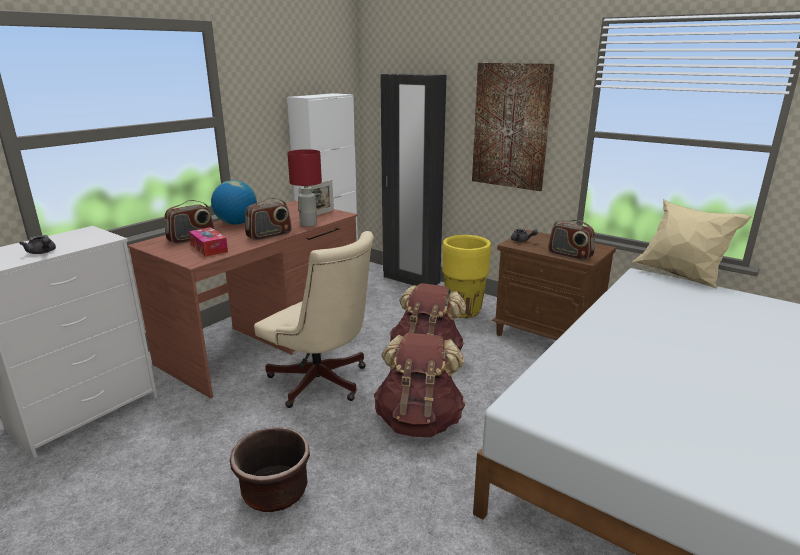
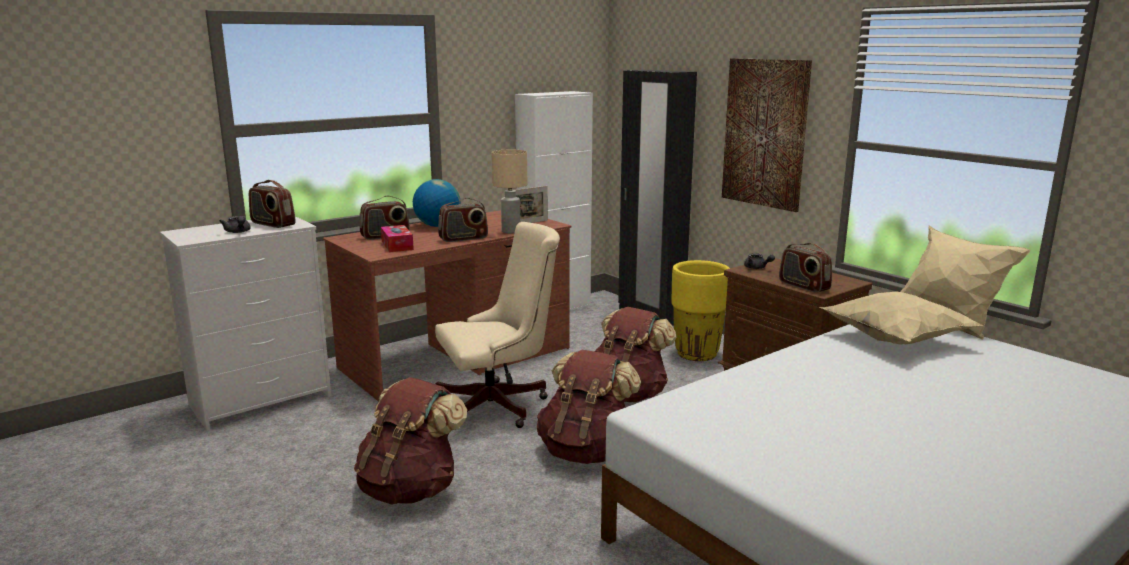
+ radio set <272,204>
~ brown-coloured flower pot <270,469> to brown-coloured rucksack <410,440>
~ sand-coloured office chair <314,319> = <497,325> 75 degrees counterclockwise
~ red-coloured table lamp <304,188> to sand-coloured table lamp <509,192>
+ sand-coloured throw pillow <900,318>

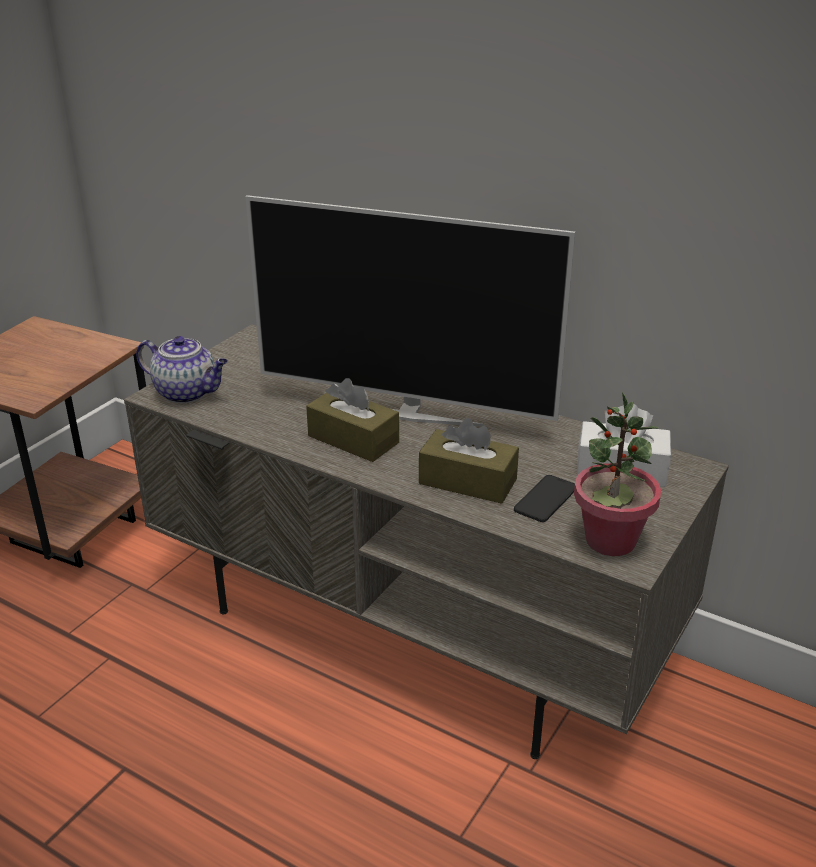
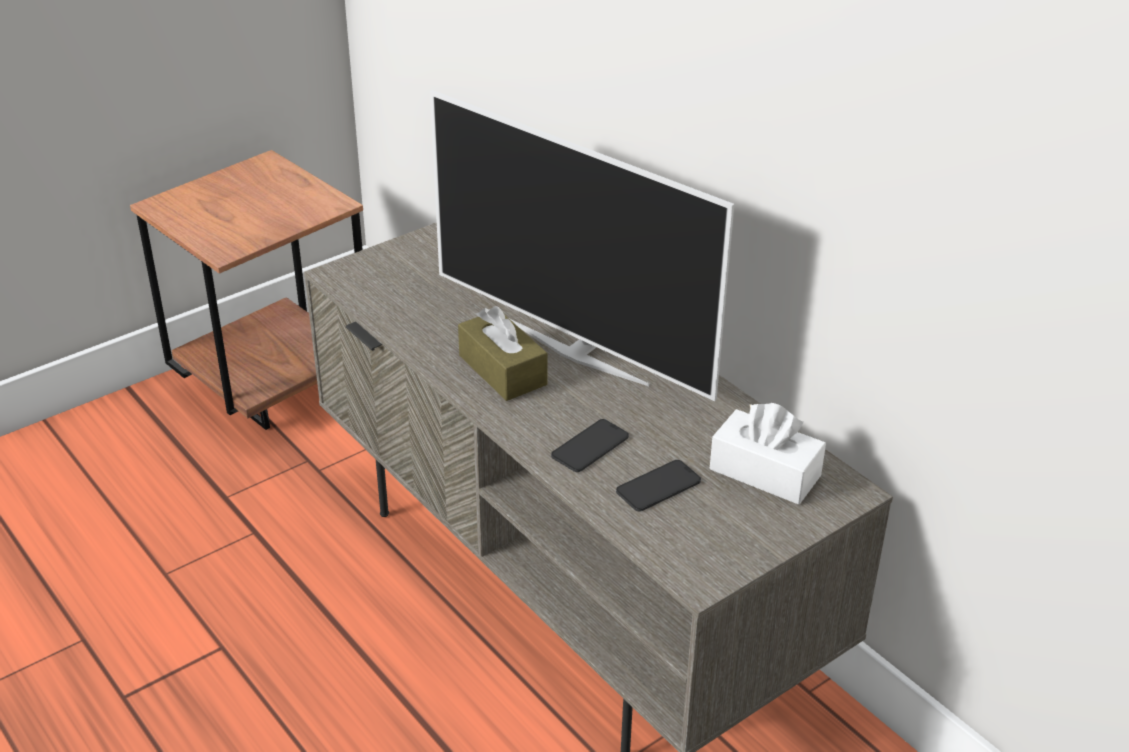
~ brown-coloured tissue box <469,461> to handset <590,445>
- pot for tea <182,369>
- houseplant <617,474>

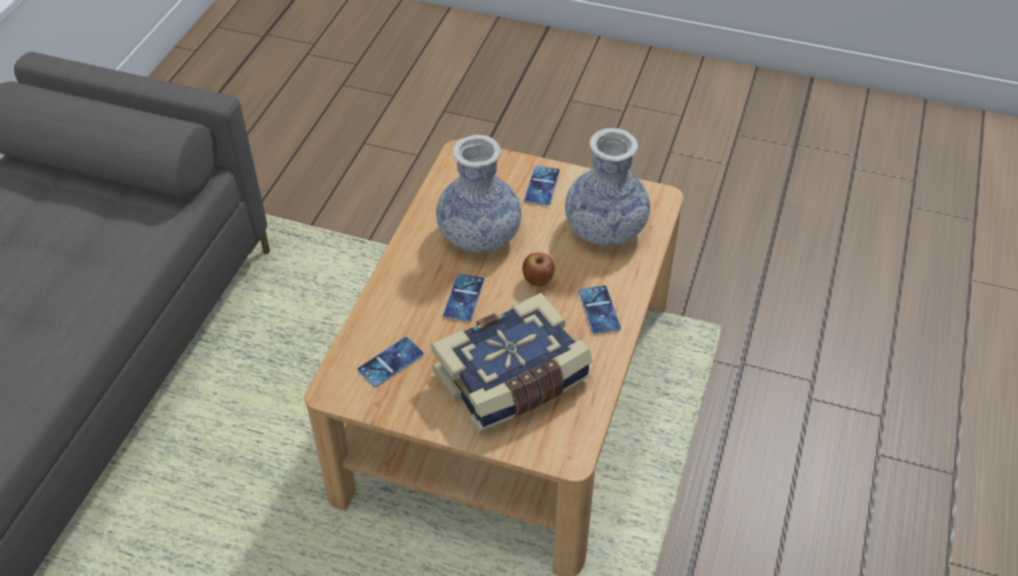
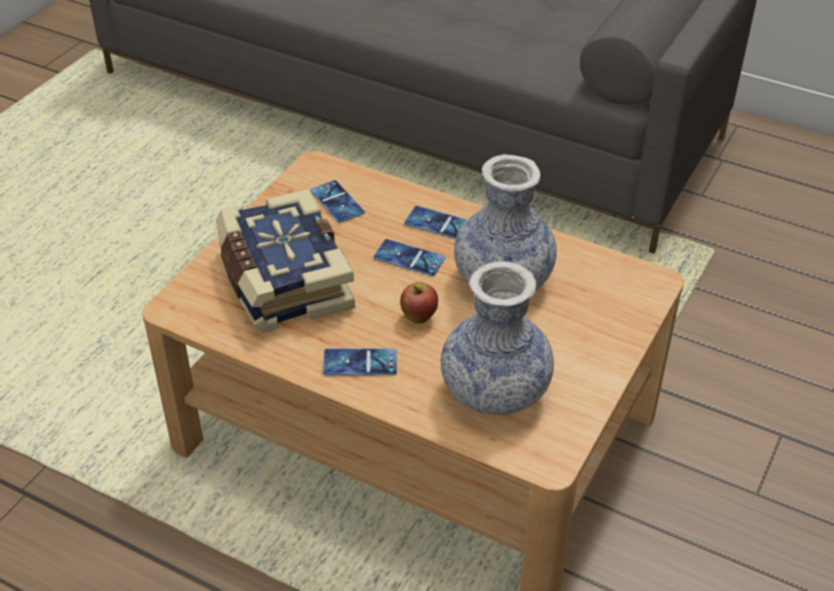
~ handset <542,185> to <435,222>

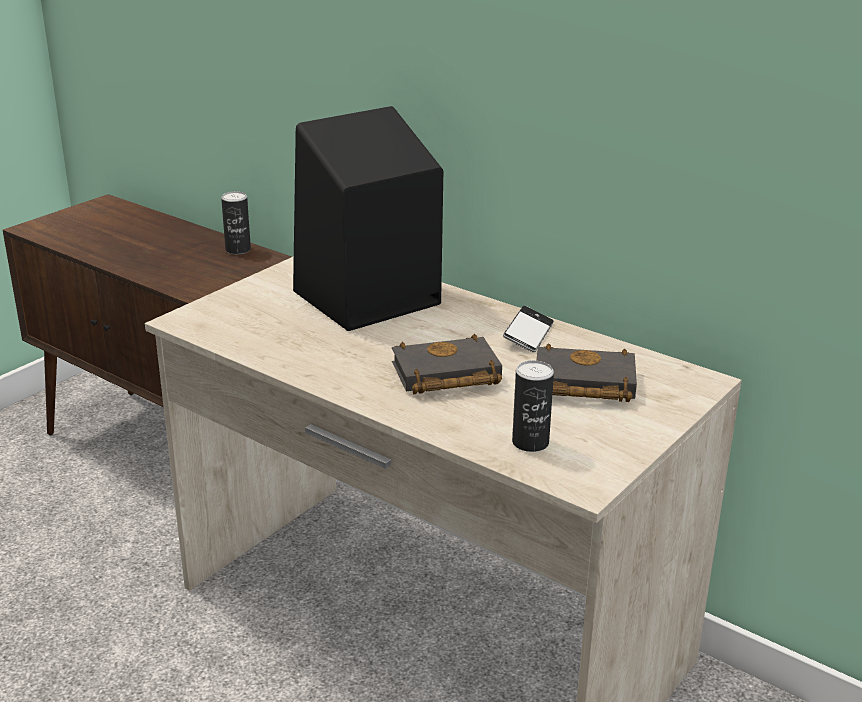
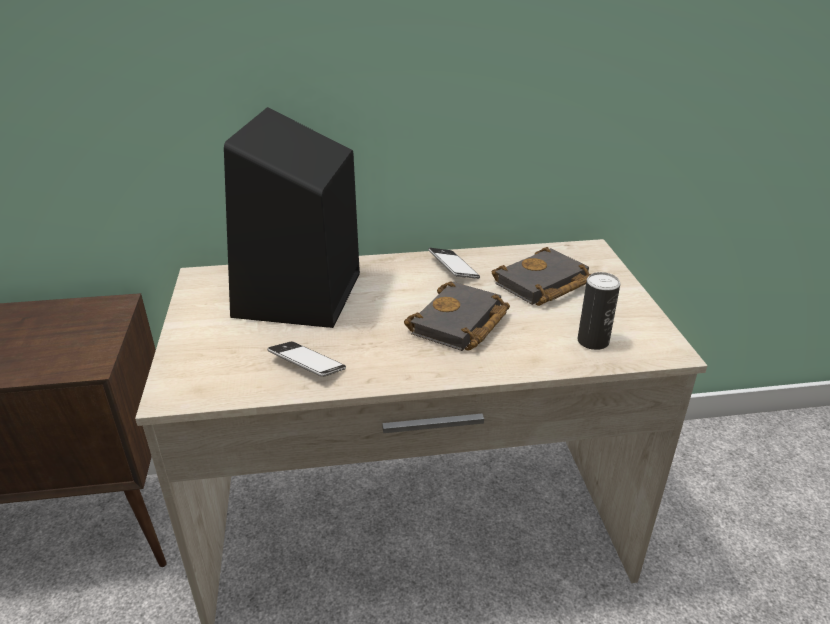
+ handset <307,359>
- can <236,222>

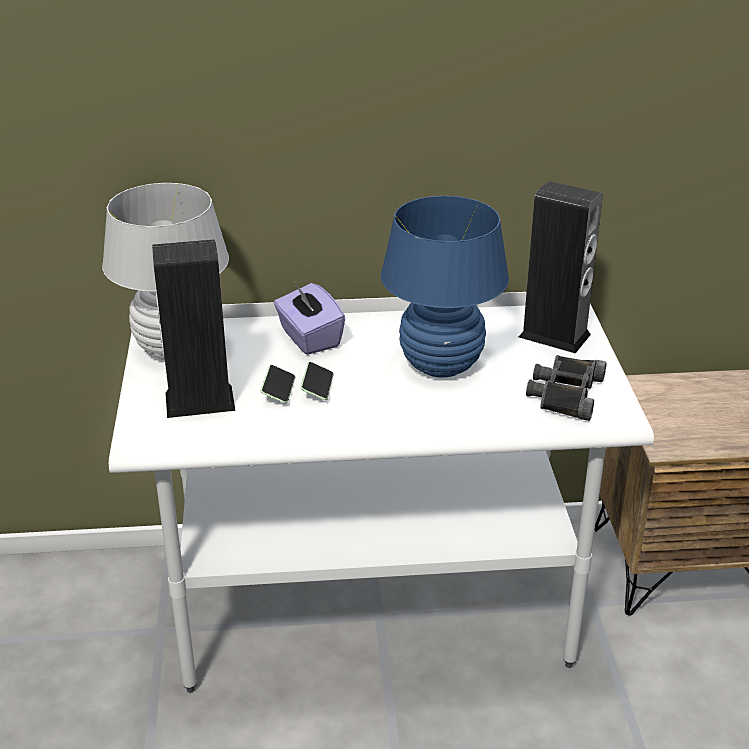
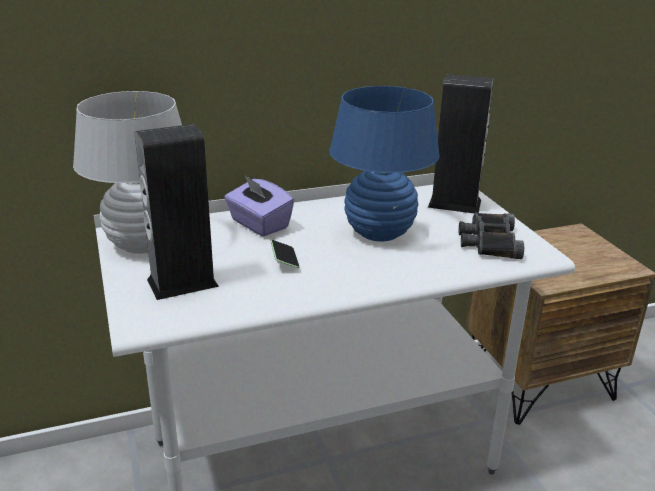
- handset <278,384>

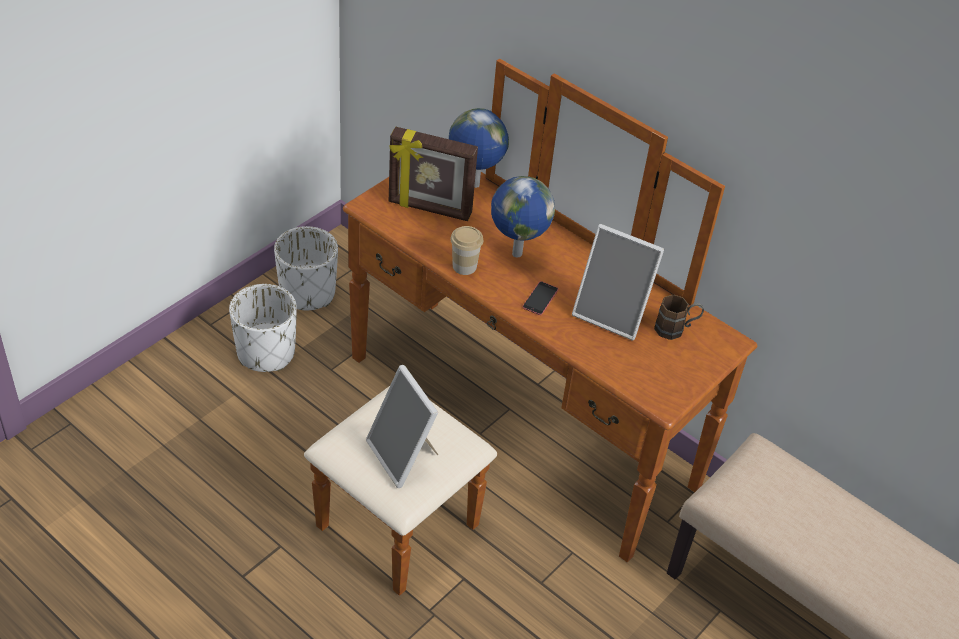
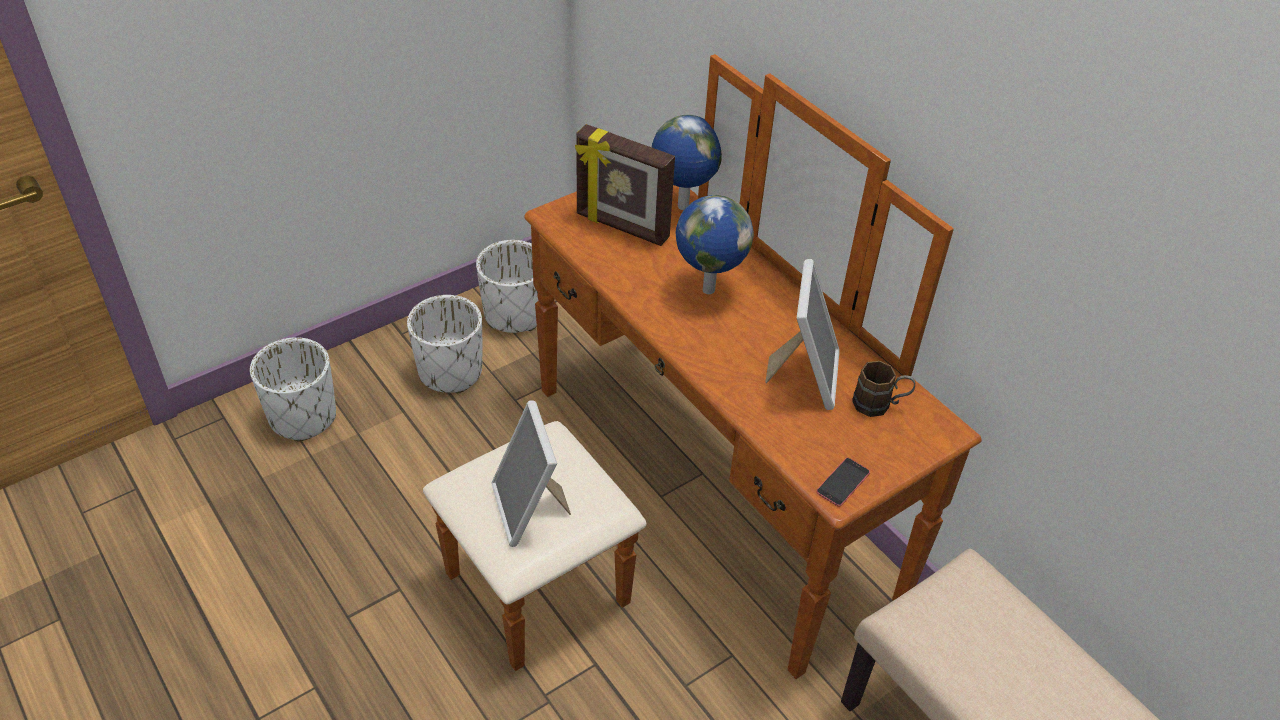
+ white-coloured flower pot <293,389>
~ photo frame <618,282> = <802,334> 120 degrees counterclockwise
~ handset <540,298> to <843,482>
- drinking cup <466,250>

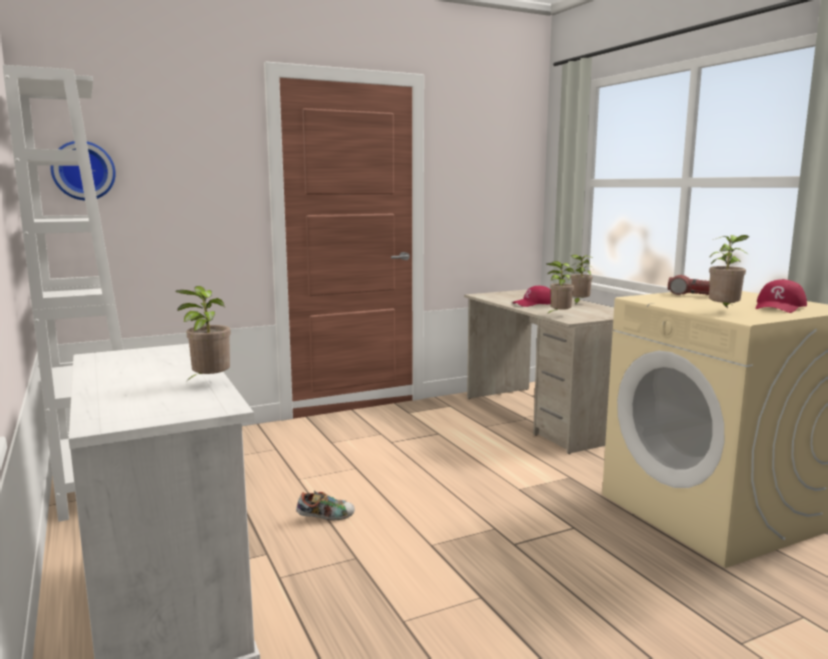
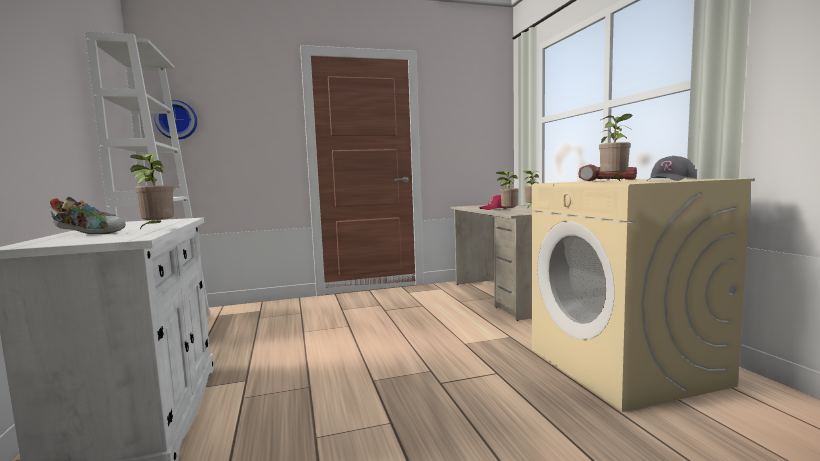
~ item of footwear <325,505> to <88,215>
~ red-coloured peaked cap <781,296> to greyish peaked cap <672,168>

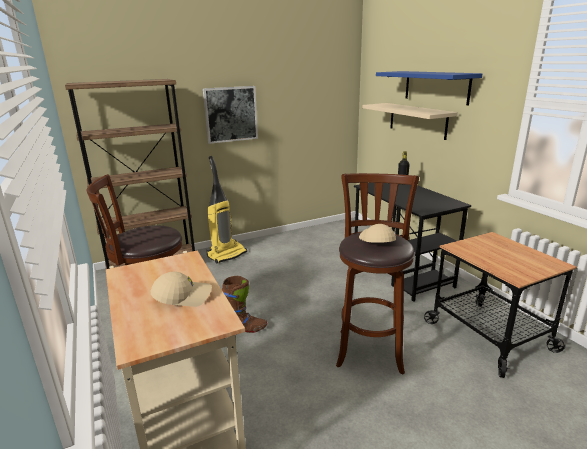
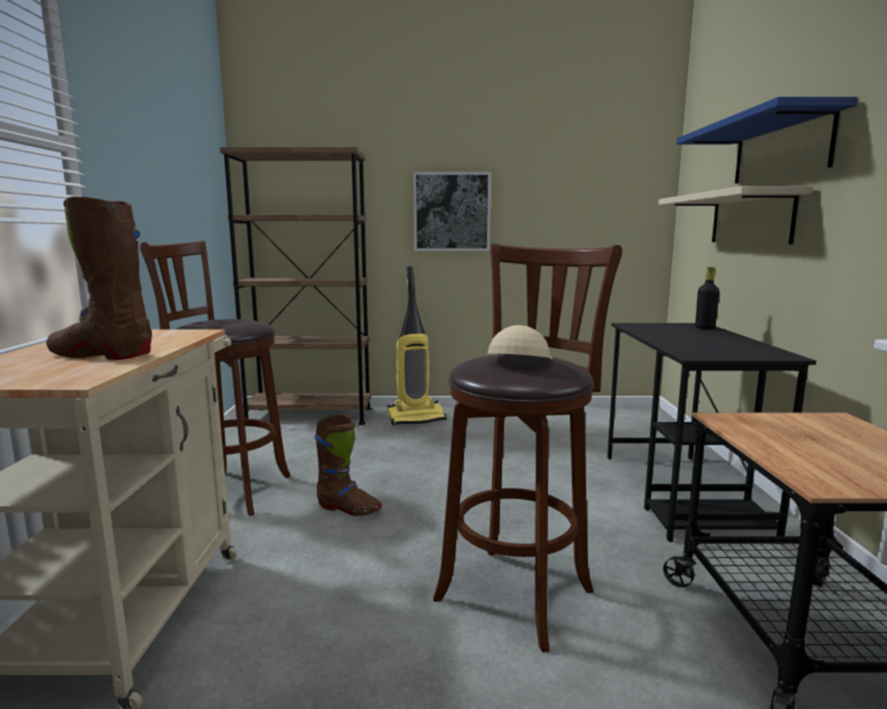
~ sand-coloured peaked cap <181,289> to brown-coloured tall boot <99,278>

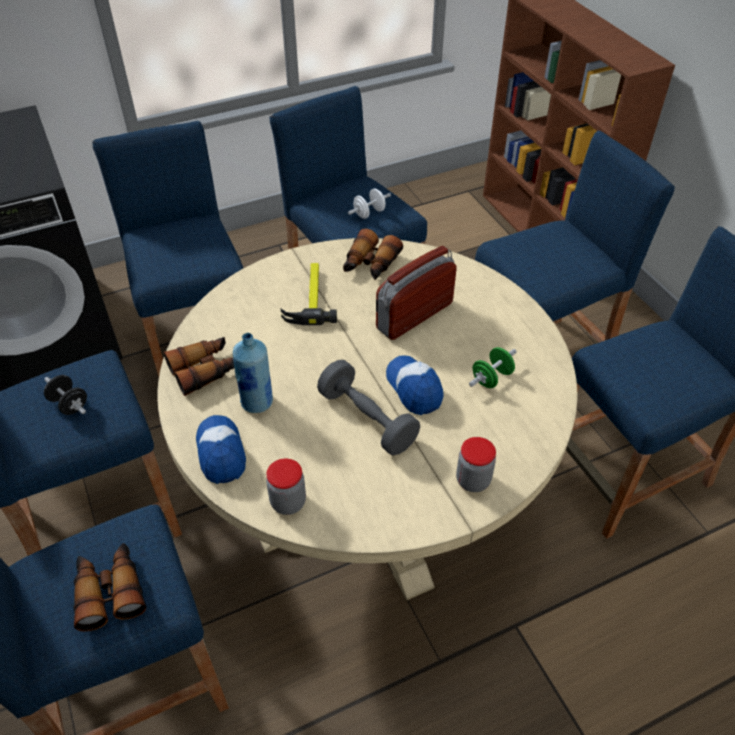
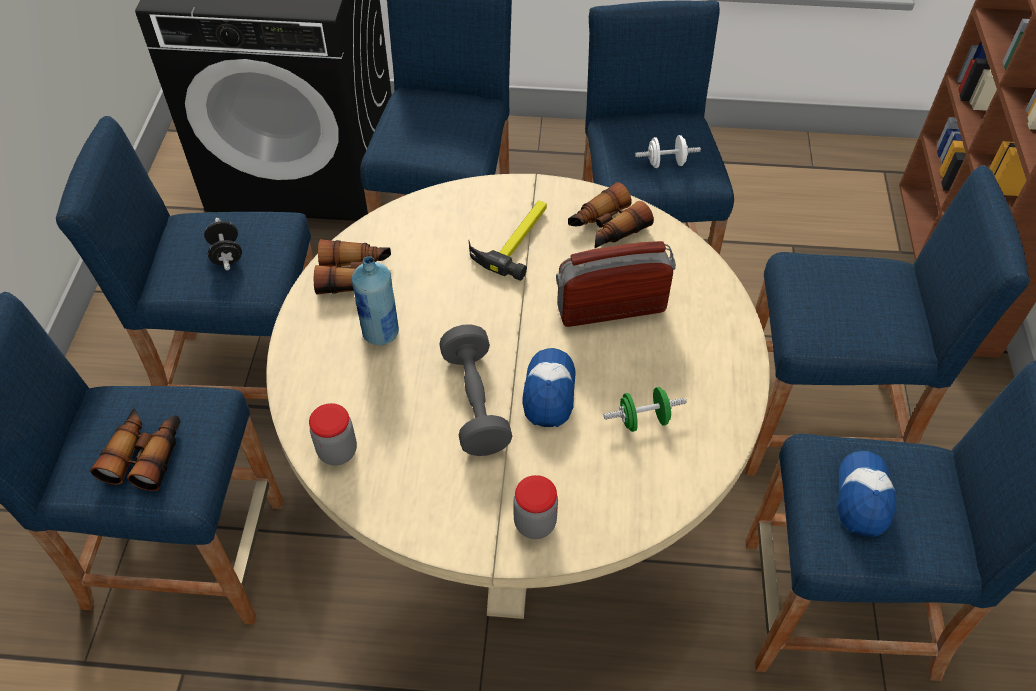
~ peaked cap <221,449> to <867,494>

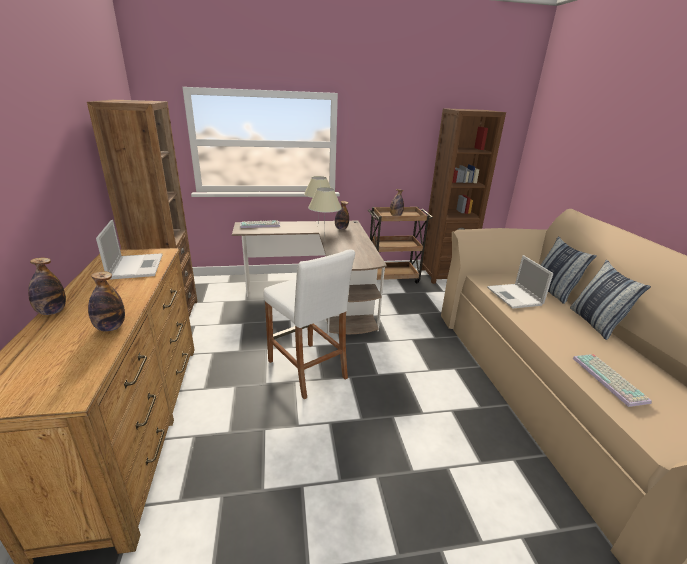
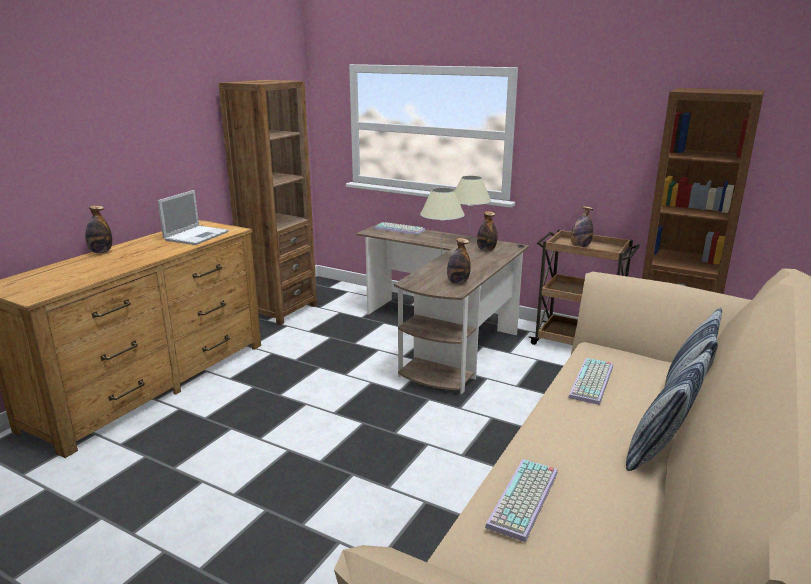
~ beverage bottle <106,301> to <459,261>
~ notebook computer <520,282> to keyboard <590,381>
- white-coloured sitting stool <309,324>

